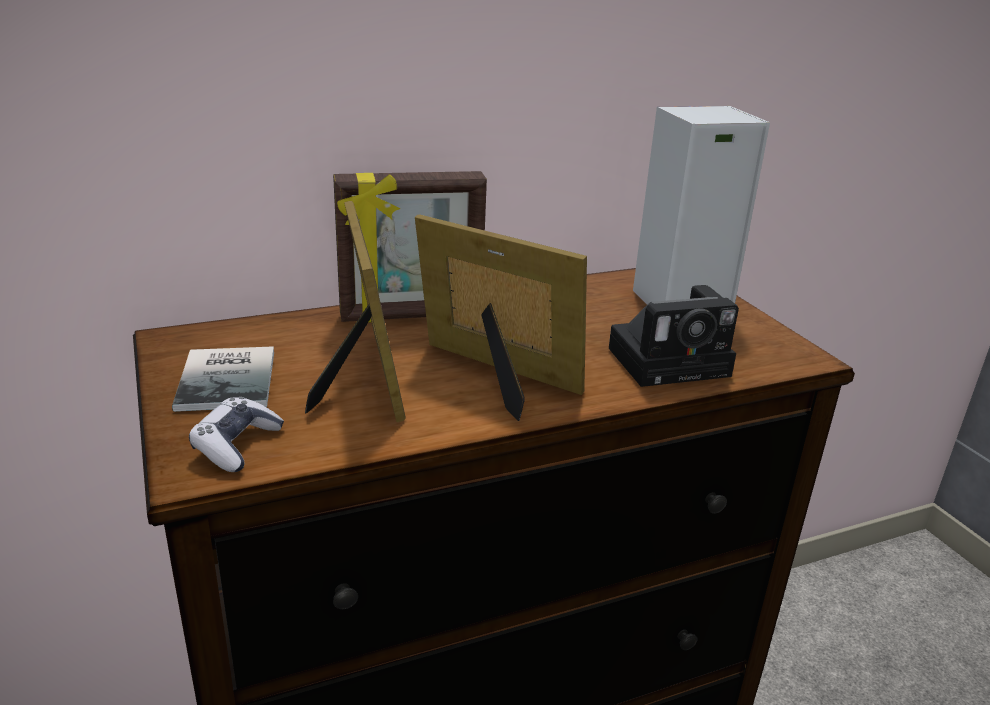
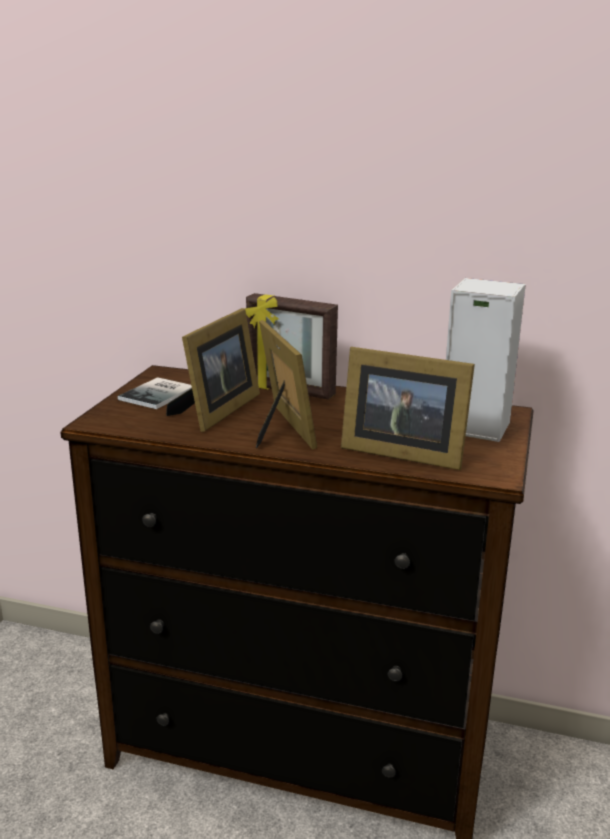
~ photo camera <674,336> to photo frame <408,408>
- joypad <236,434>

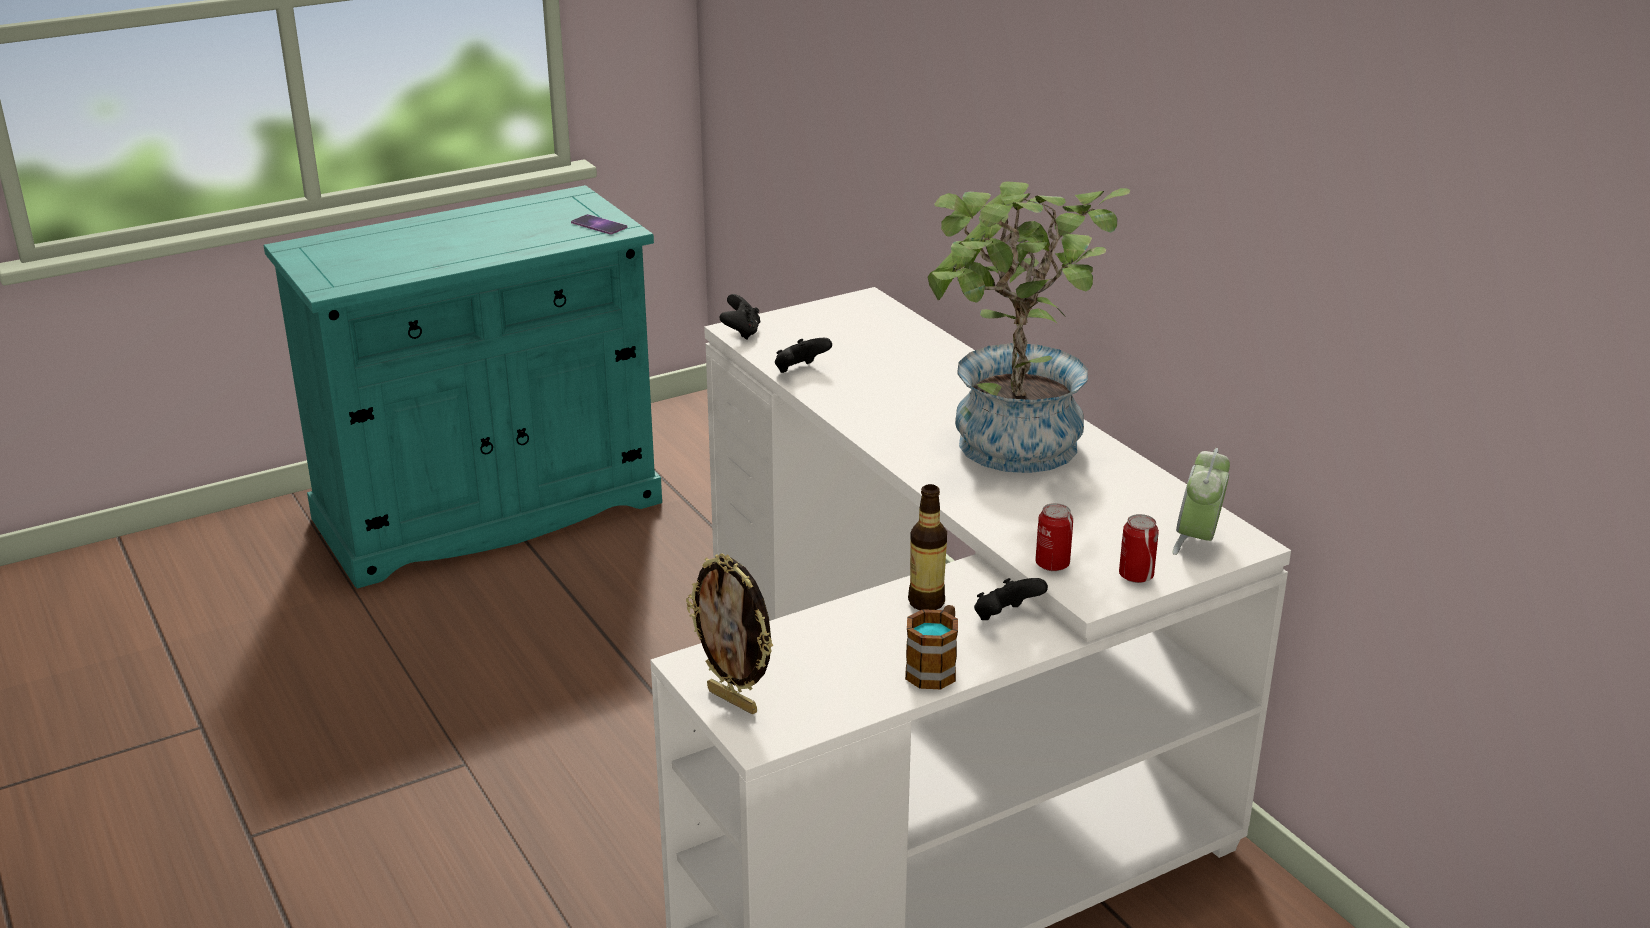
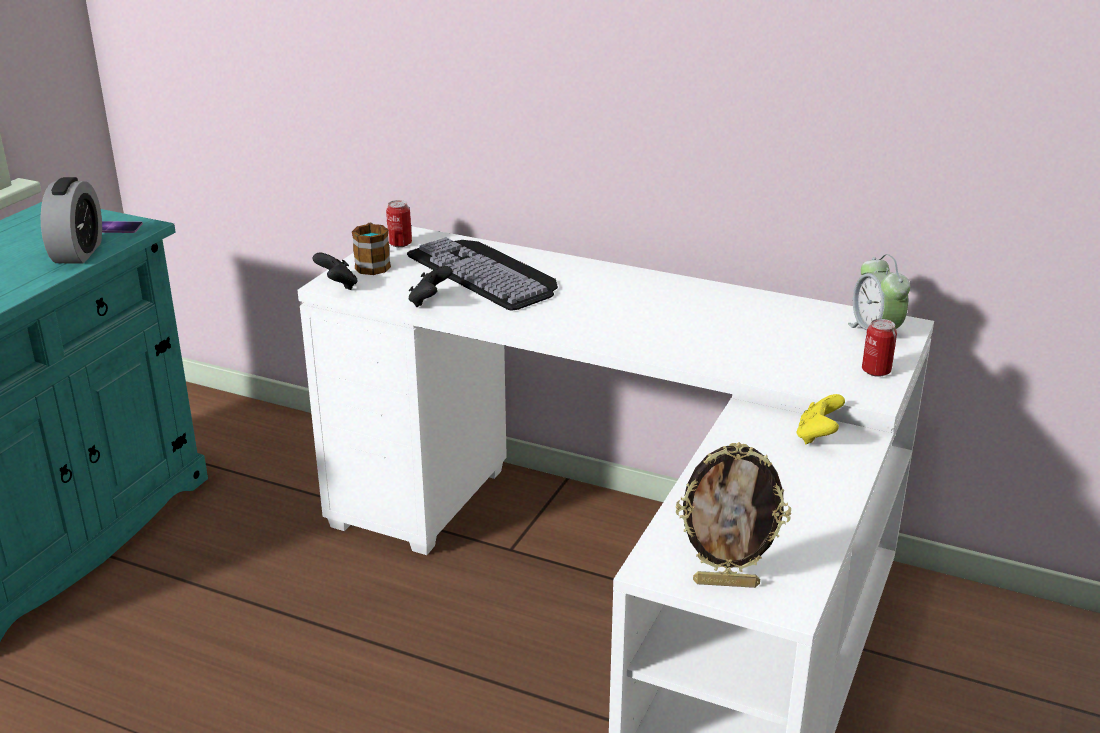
+ table clock <71,220>
~ coffee mug <931,647> to <371,249>
~ can <1054,537> to <399,223>
+ keyboard <482,274>
~ black-coloured joypad <1011,599> to yellow joypad <820,419>
- beverage bottle <927,547>
- houseplant <1028,327>

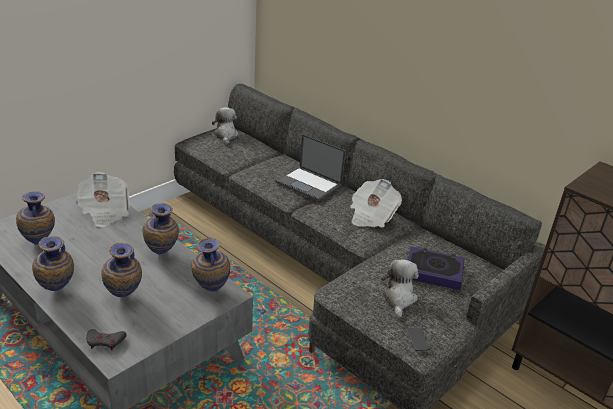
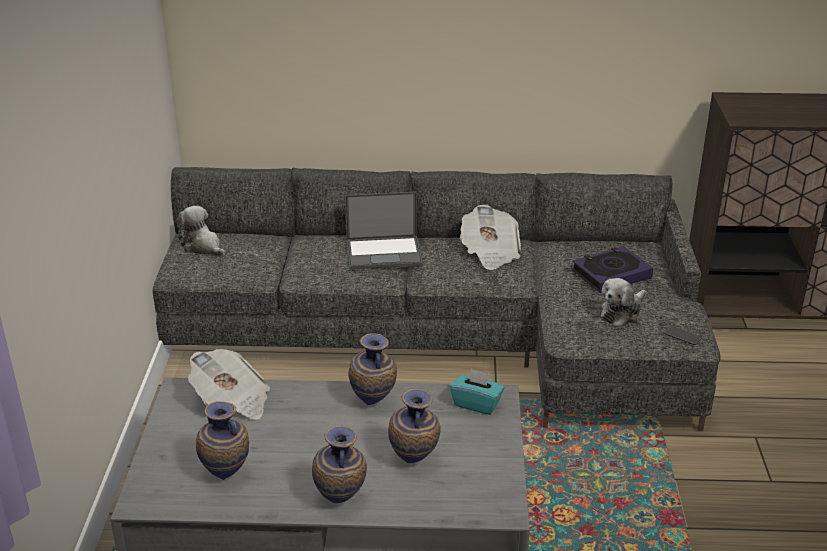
~ flower vase <211,265> to turquoise-coloured tissue box <477,391>
~ soft toy <400,289> = <623,302> 105 degrees counterclockwise
- greyish joypad <106,339>

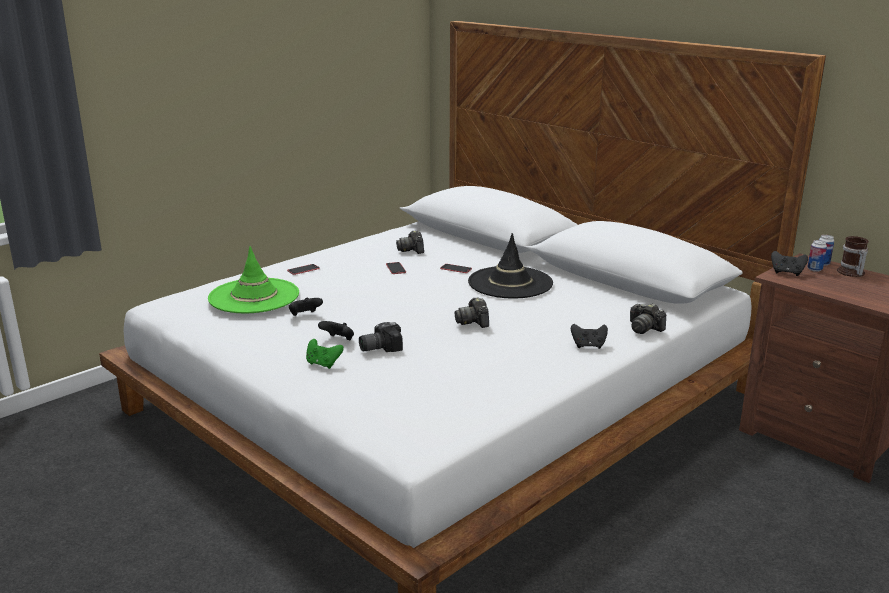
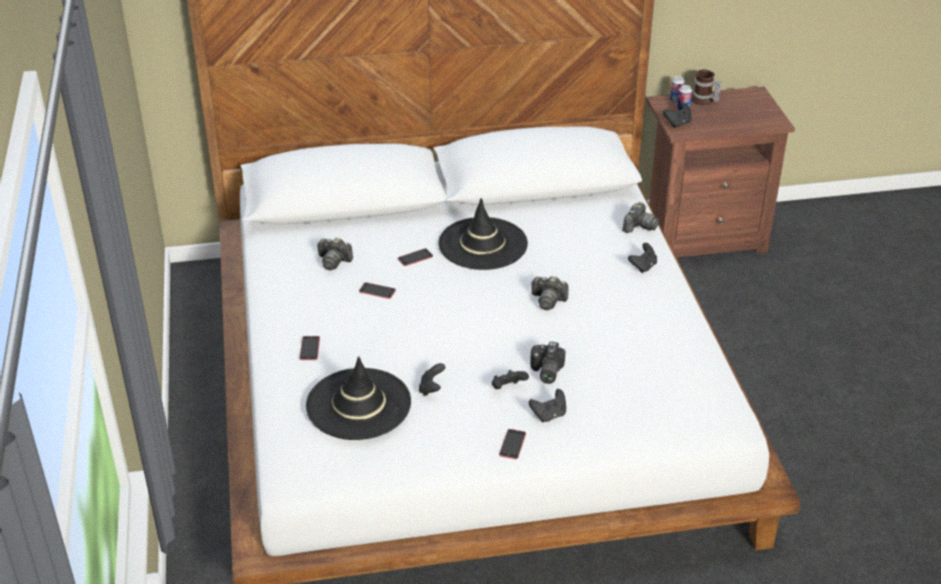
~ green-coloured clothing hat <253,279> to black-coloured clothing hat <358,398>
+ handset <512,444>
~ green-coloured joypad <325,354> to black-coloured joypad <547,405>
~ photo camera <648,318> = <640,217> 45 degrees counterclockwise

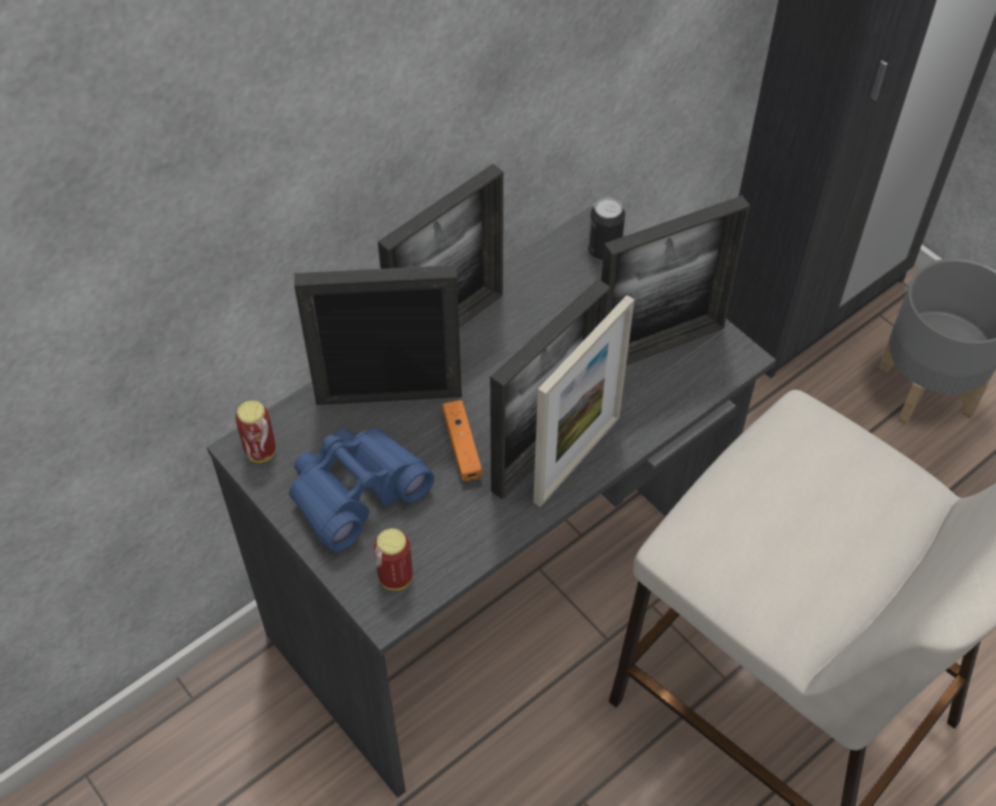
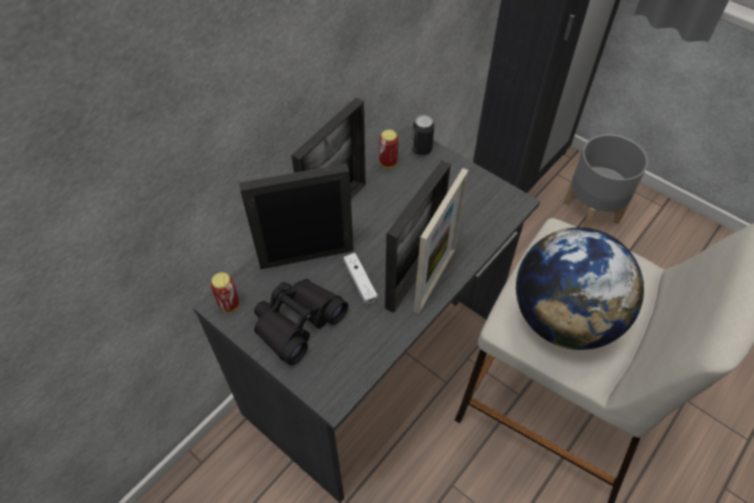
~ blue field glasses <361,490> to black-coloured field glasses <301,322>
~ orangey joypad <462,440> to white-coloured joypad <361,279>
~ can <393,559> to <389,149>
+ desk globe <580,288>
- photo frame <675,280>

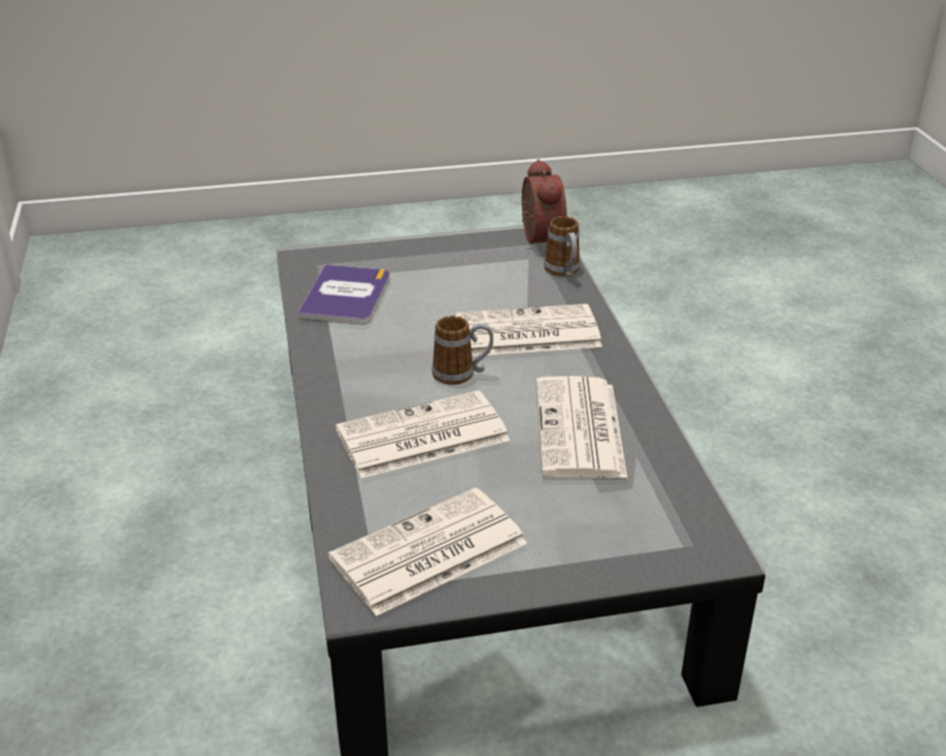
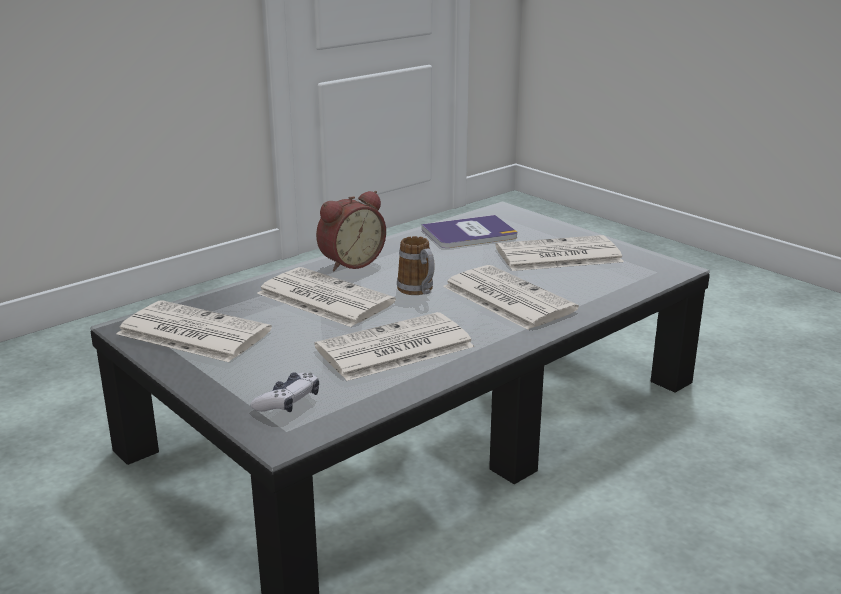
+ joypad <284,392>
~ table clock <544,201> to <351,231>
+ printed paper <560,253>
- coffee mug <562,246>

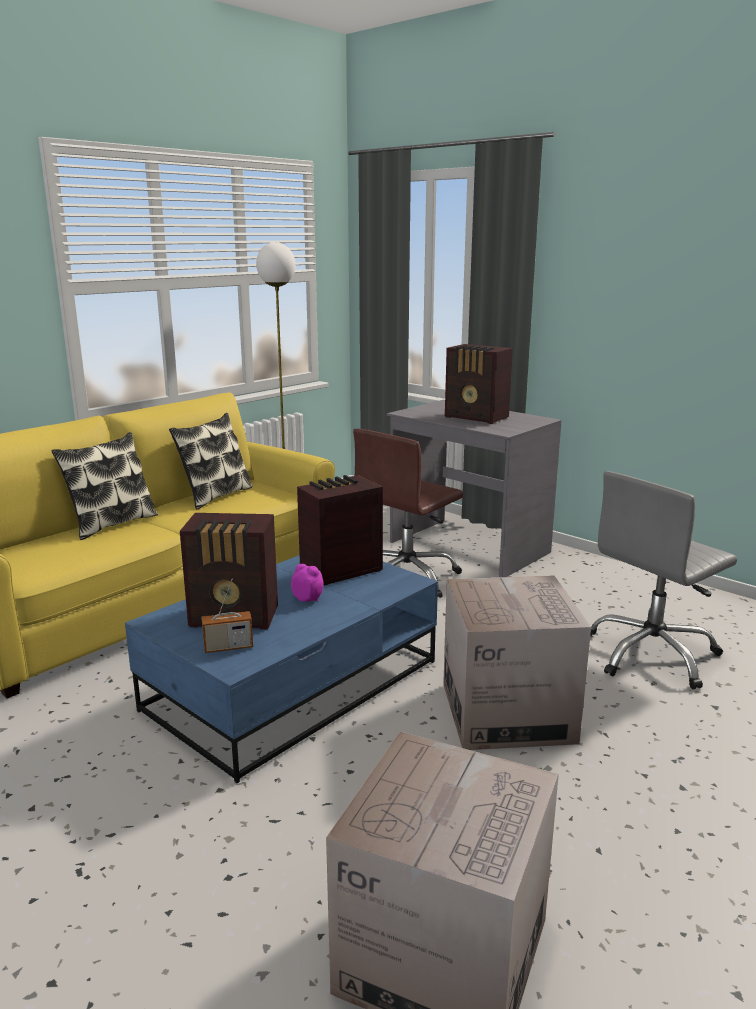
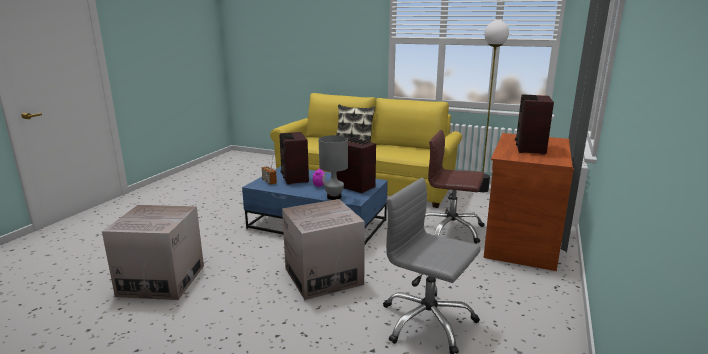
+ greyish table lamp <333,167>
~ greyish desk <474,488> to brown-coloured desk <529,202>
- throw pillow <211,461>

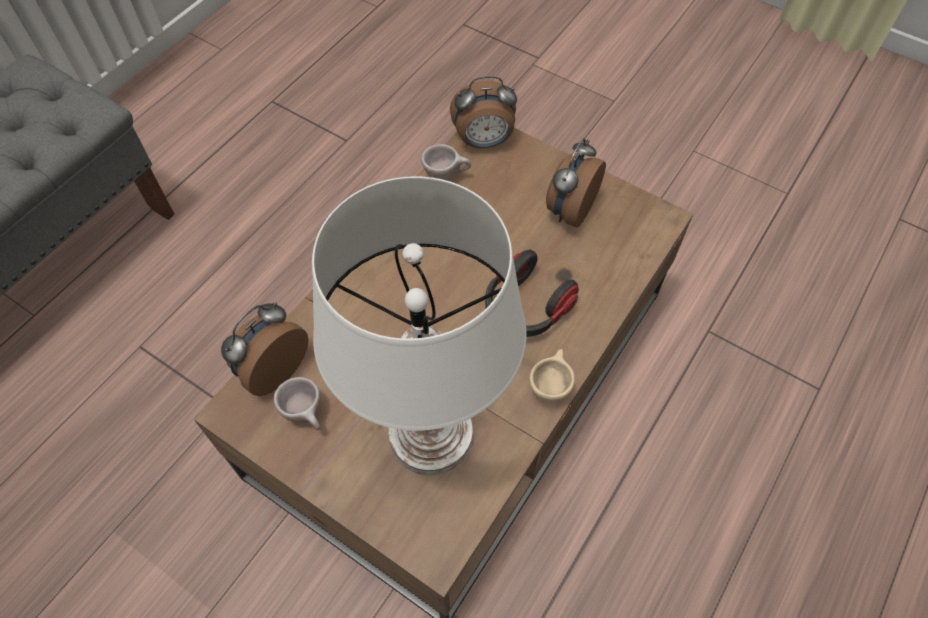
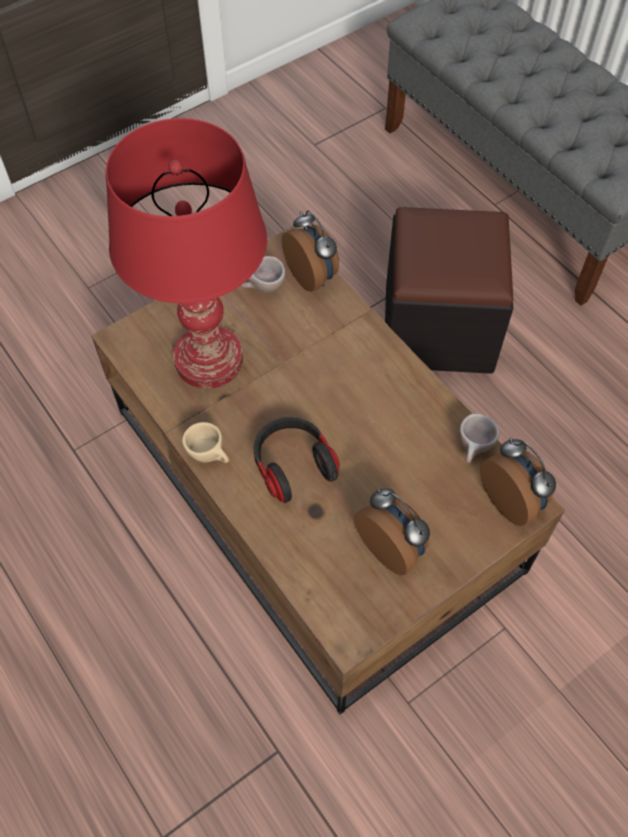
~ white-coloured table lamp <419,325> to red-coloured table lamp <186,253>
+ black-coloured ottoman <449,290>
~ table clock <483,112> = <518,482> 135 degrees clockwise

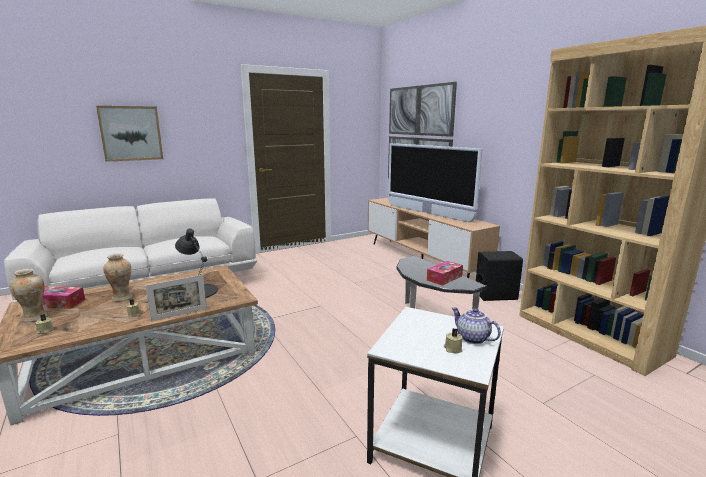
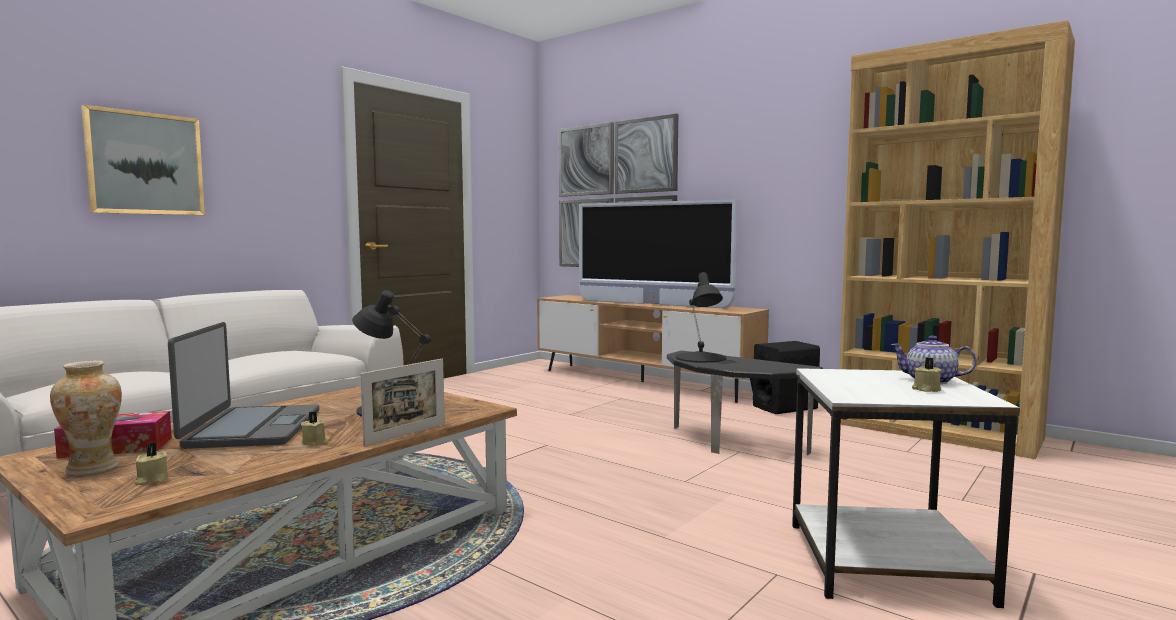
~ flower vase <117,277> to notebook computer <243,385>
+ black-coloured table lamp <700,317>
- tissue box <445,273>

